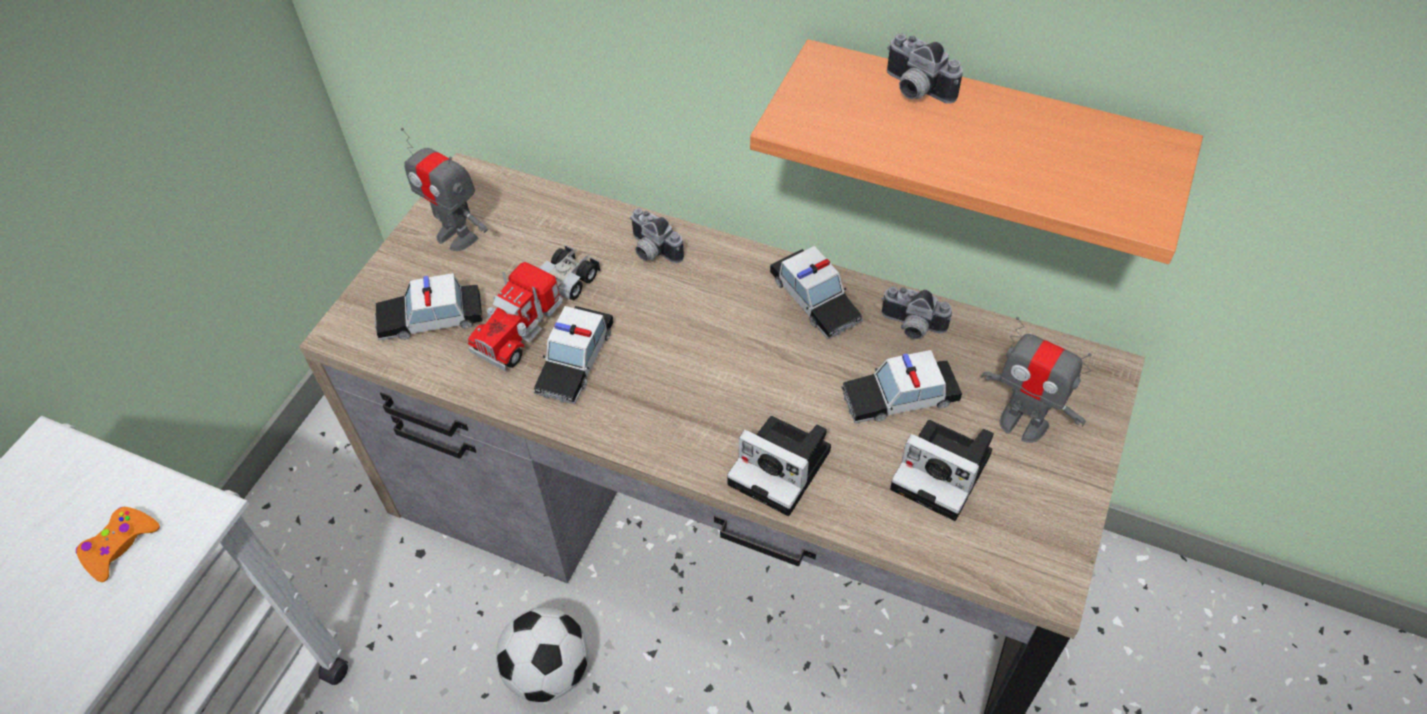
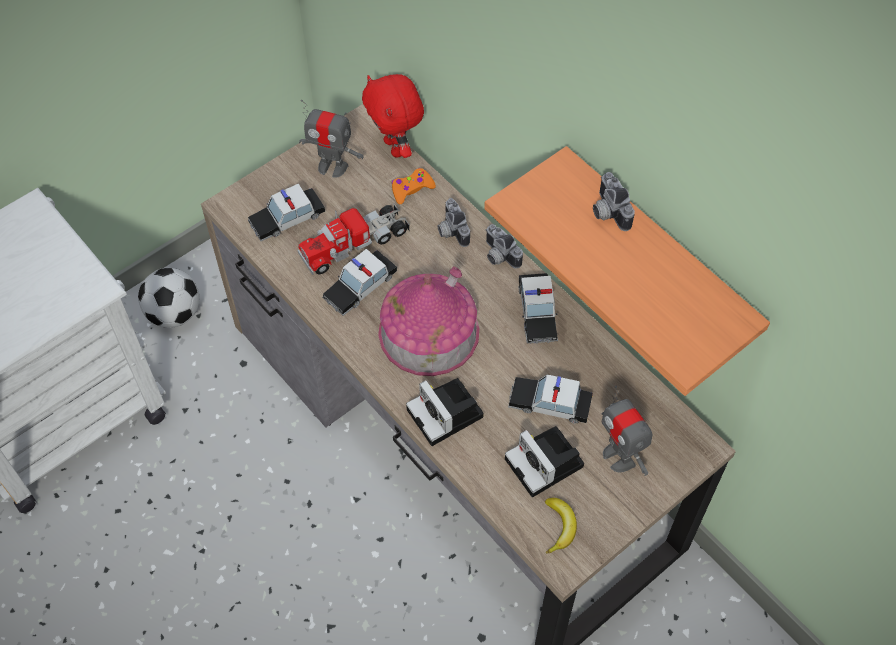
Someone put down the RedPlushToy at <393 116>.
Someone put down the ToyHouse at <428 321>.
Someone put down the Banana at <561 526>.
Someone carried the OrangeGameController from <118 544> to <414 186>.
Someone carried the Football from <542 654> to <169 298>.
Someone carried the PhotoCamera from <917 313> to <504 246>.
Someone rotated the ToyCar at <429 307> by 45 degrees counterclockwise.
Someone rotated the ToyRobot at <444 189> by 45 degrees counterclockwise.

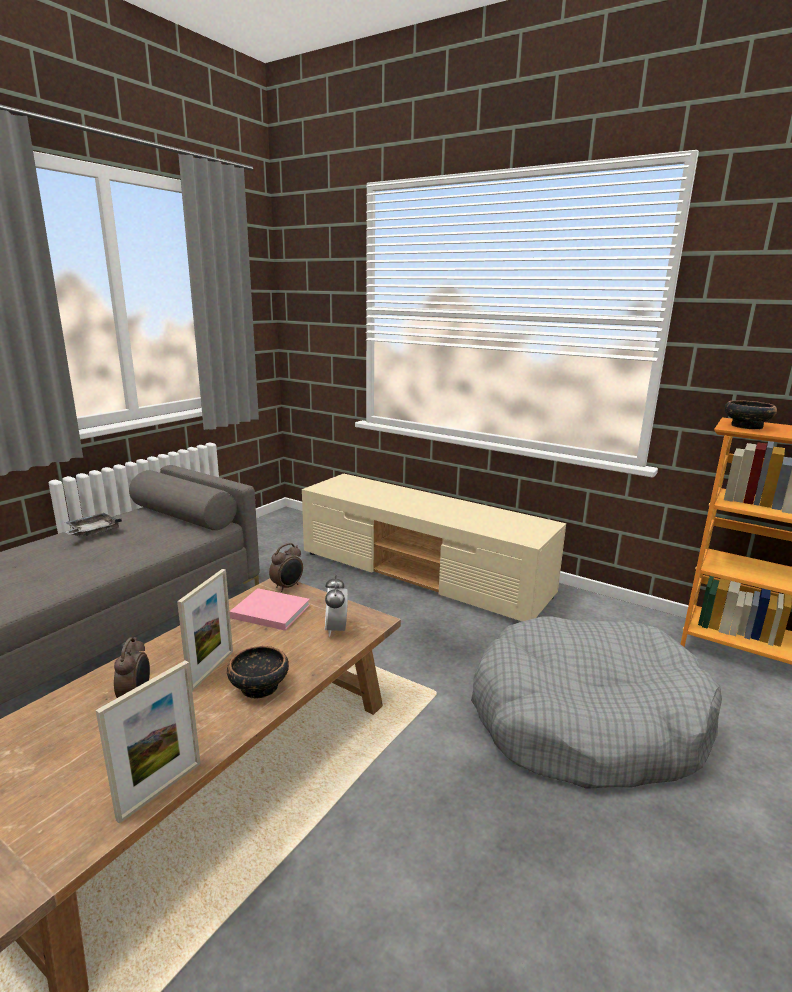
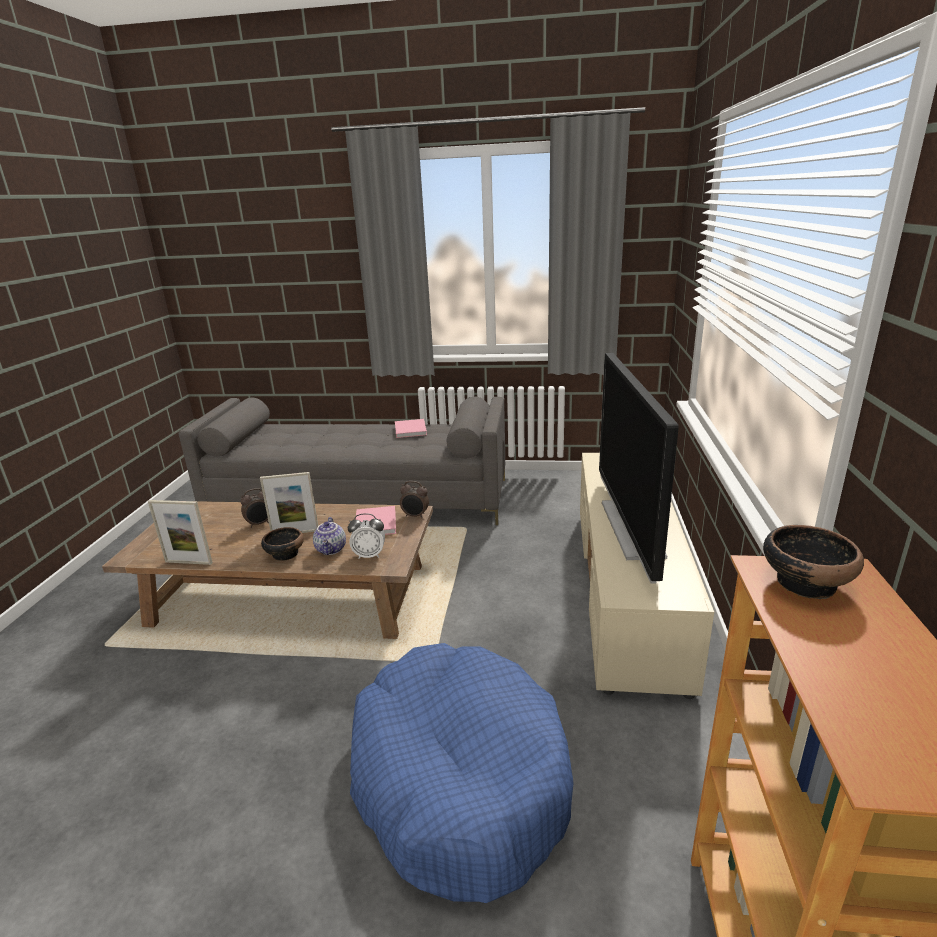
Someone put down the Teapot at <329 536>.
Someone put down the Television at <639 468>.
Someone swapped the GreyTray at <93 524> for the PinkBook at <411 428>.
Someone repainted the GreyDogBed at <596 702>, which became the BlueDogBed at <462 773>.
Someone rotated the AlarmClock at <336 606> by 150 degrees counterclockwise.

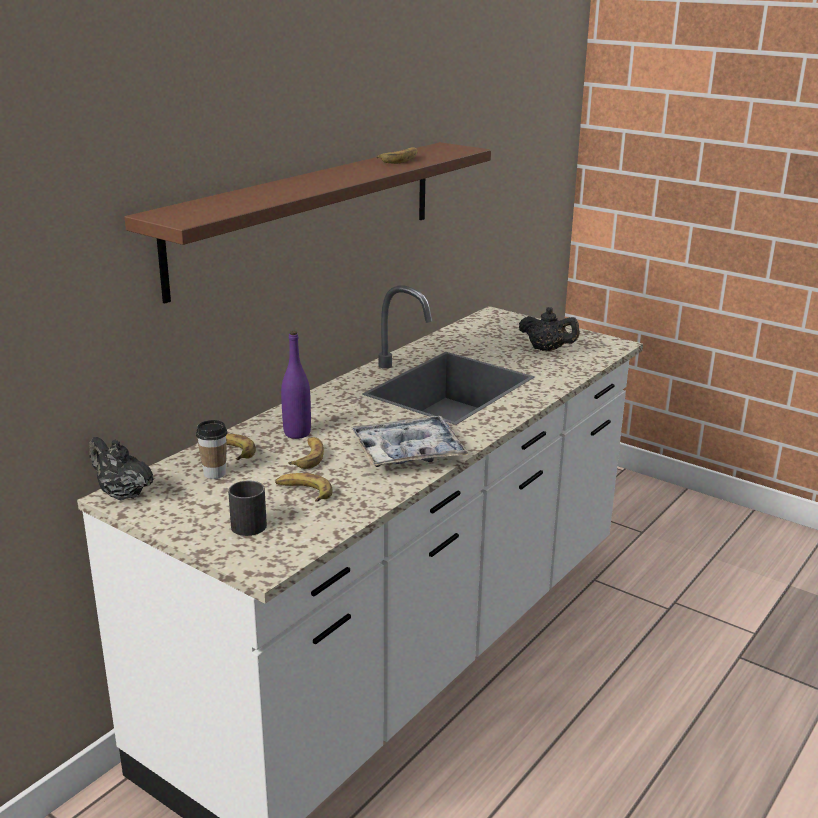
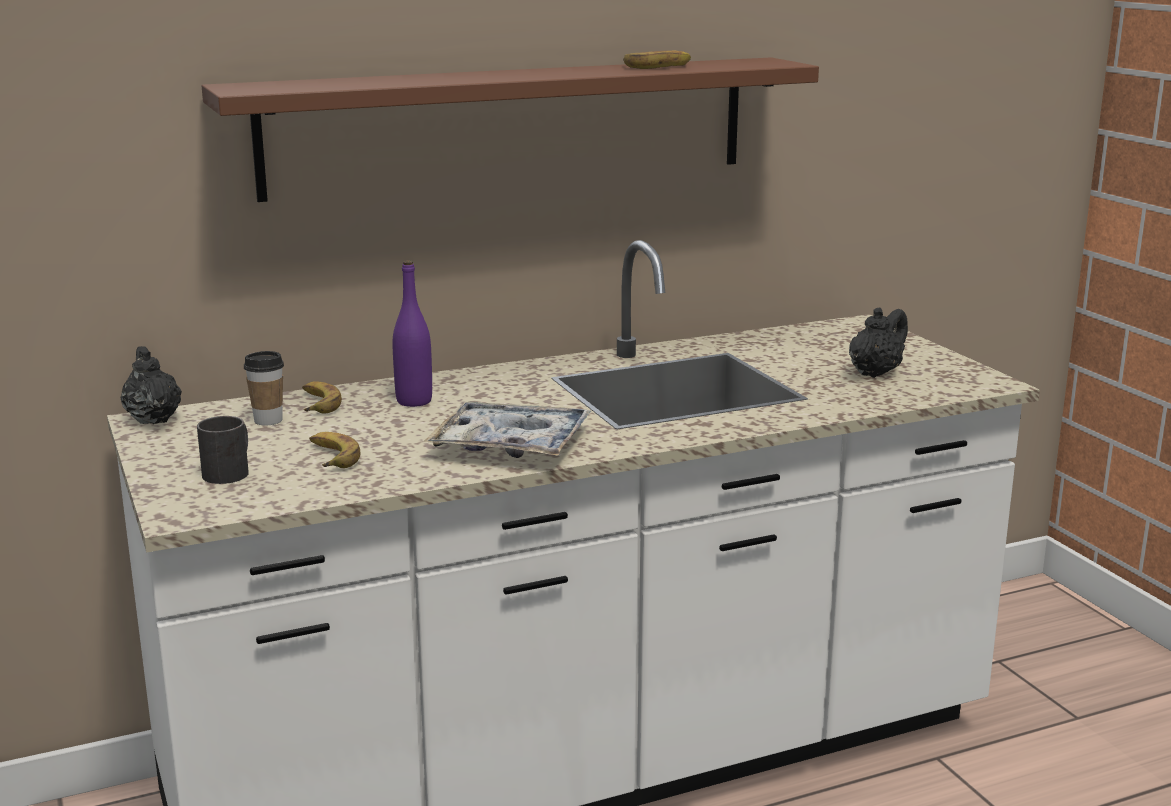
Someone took away the Banana at <306 453>.
Someone rotated the BlackTeapot at <549 329> by 105 degrees counterclockwise.

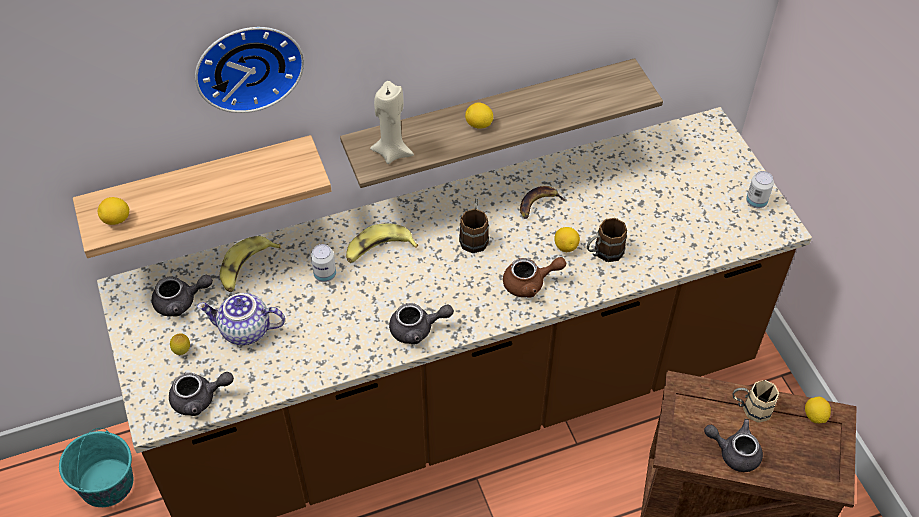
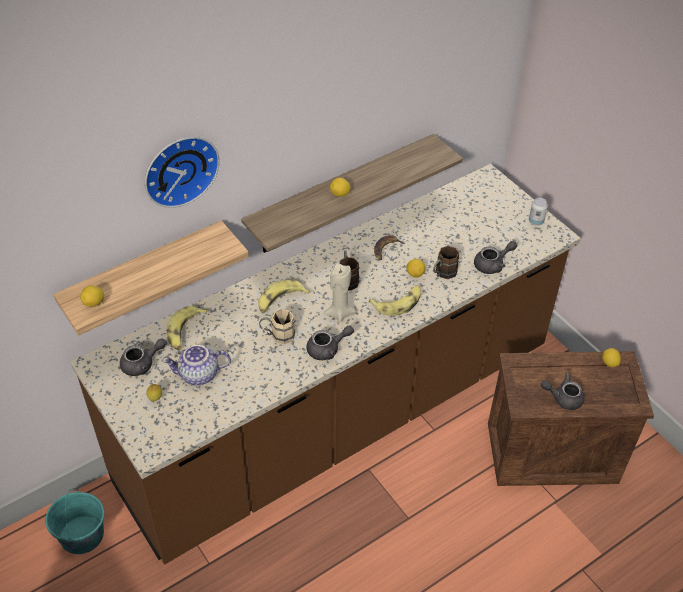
Someone took away the Can at <323 263>.
Someone carried the GreyTeapot from <201 394> to <495 257>.
Someone carried the BeigeCandle from <392 122> to <340 292>.
Someone carried the BeigeMug from <756 401> to <277 326>.
Someone swapped the BrownTeapot at <534 277> for the Banana at <395 300>.

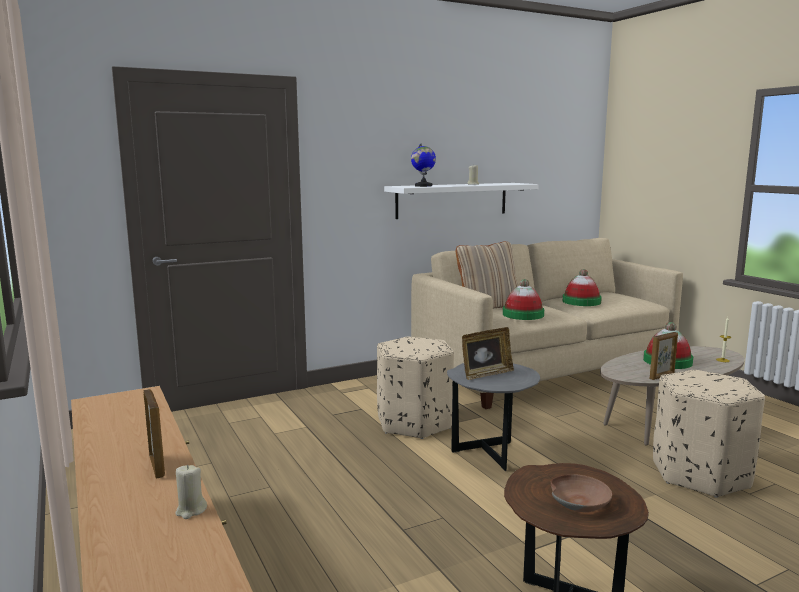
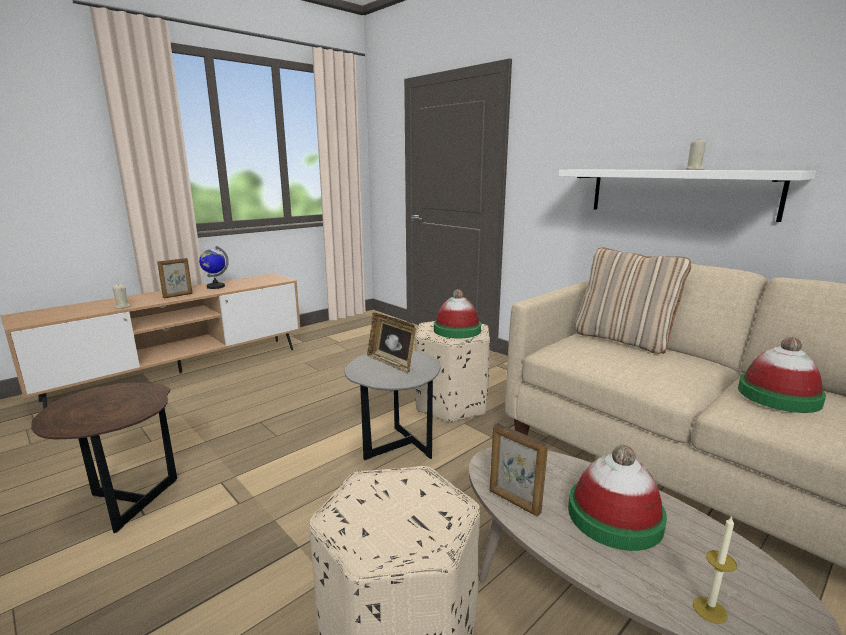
Someone took away the BrownBowl at <581 493>.
Someone carried the Globe from <423 165> to <214 267>.
Someone carried the Hat from <523 299> to <457 313>.

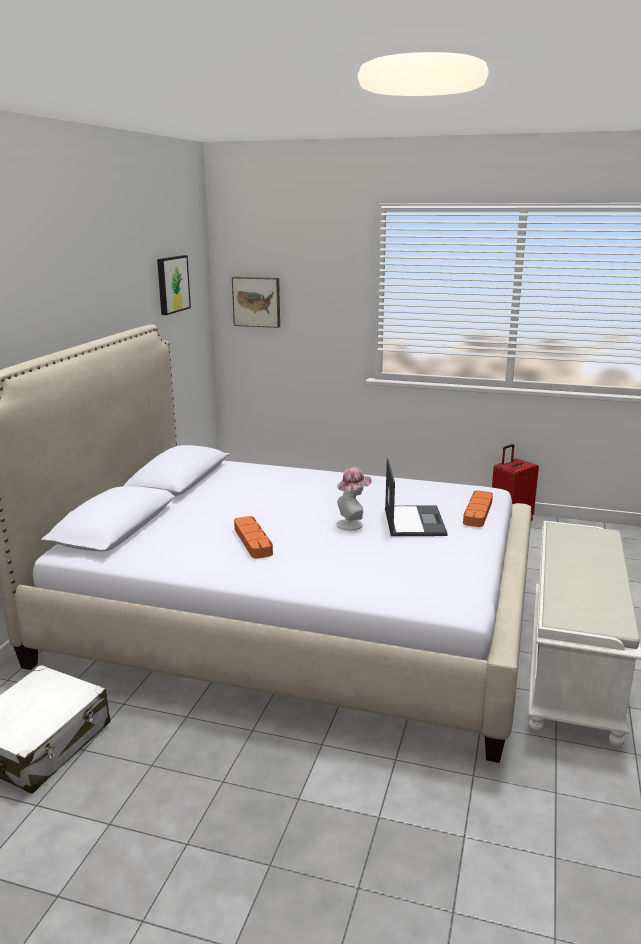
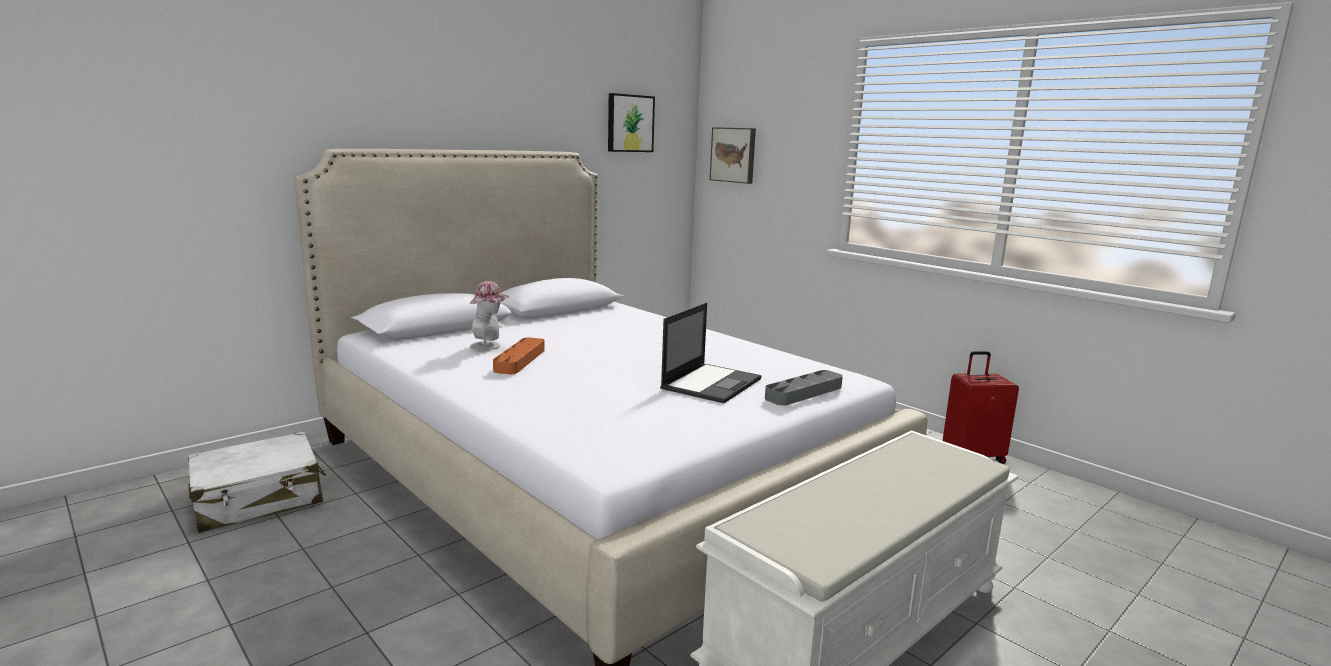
Someone carried the Hat from <354 498> to <489 315>.
Someone repainted the OrangeTray at <478 509>, which became the GreyTray at <804 388>.

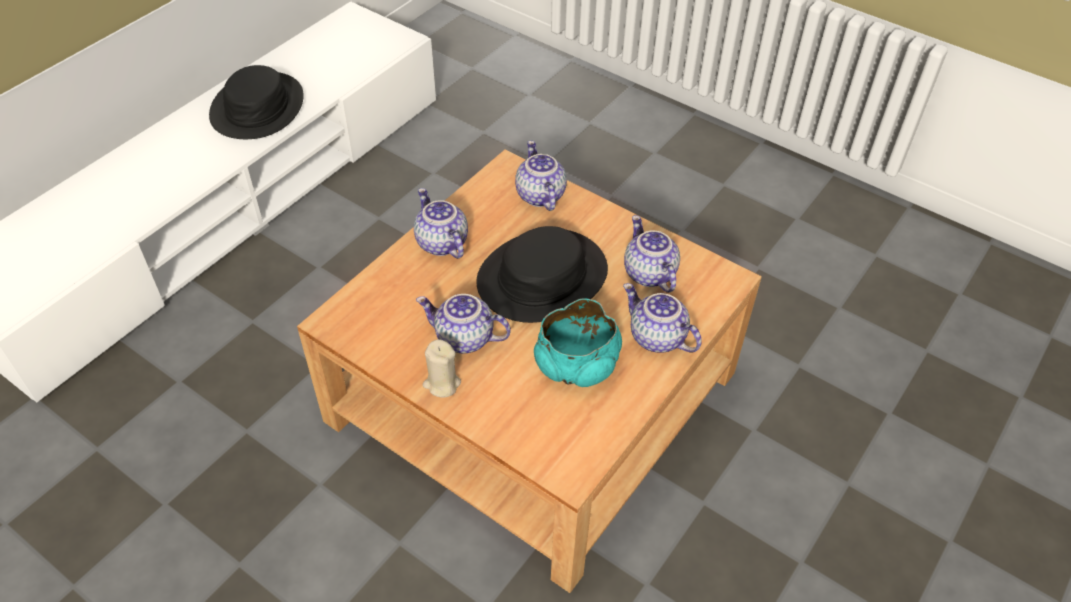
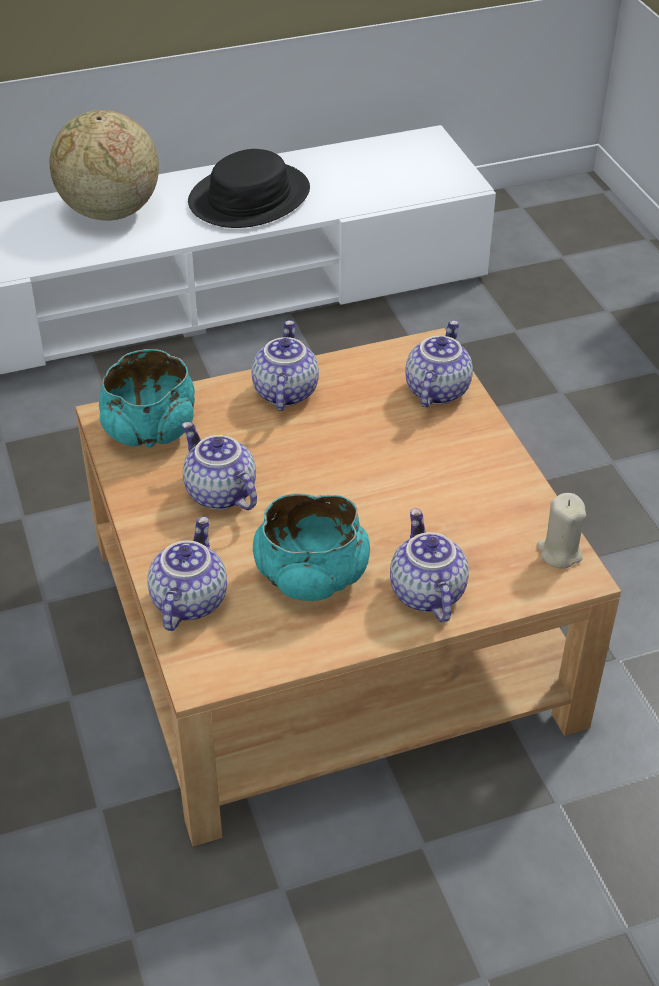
Someone took away the BlackHat at <542 274>.
Someone put down the Globe at <104 165>.
Someone put down the TurquoiseBowl at <147 398>.
Someone carried the BeigeCandle from <442 368> to <561 531>.
Someone carried the Teapot from <652 254> to <187 574>.

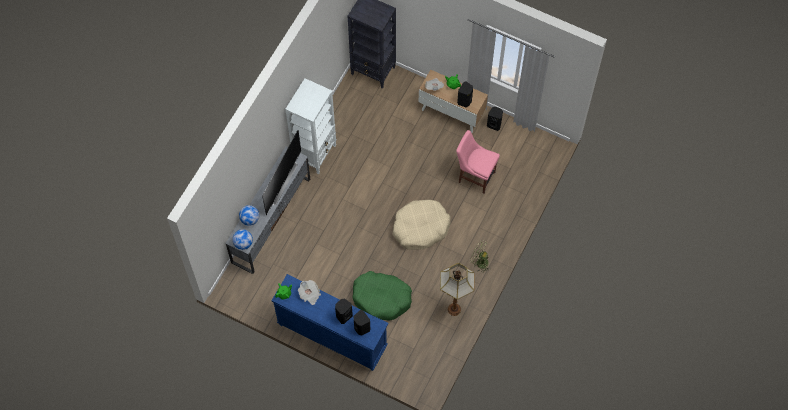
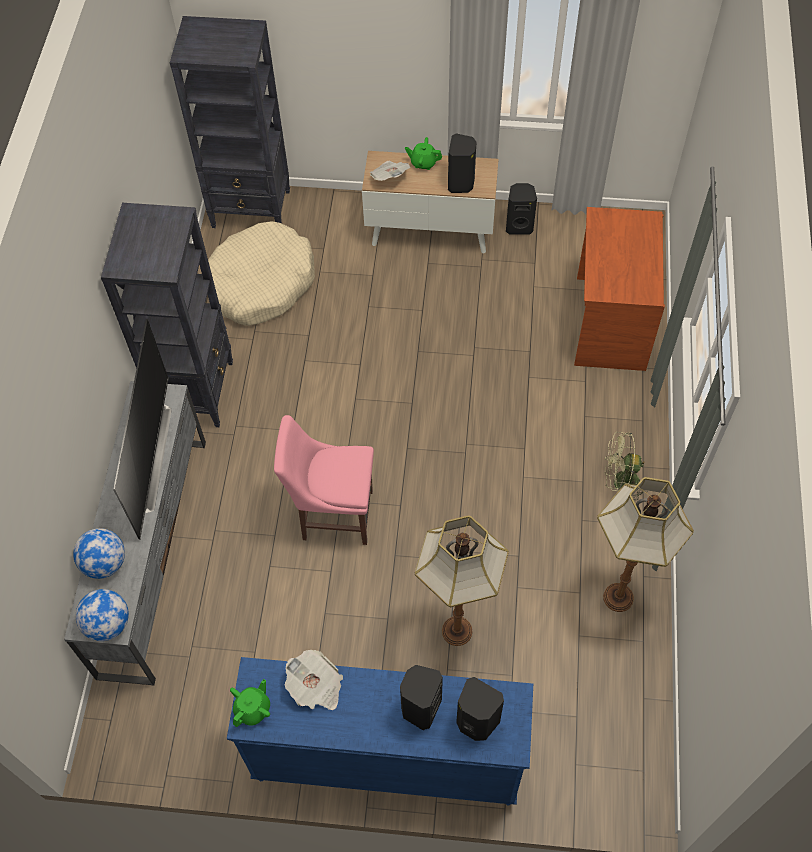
Someone put down the BrownDesk at <619 289>.
Someone carried the BeigeDogBed from <422 225> to <261 273>.
Someone carried the PinkChair from <478 162> to <324 480>.
Someone swapped the GreenDogBed at <382 296> for the FloorLamp at <462 580>.
Someone repainted the WhiteBookcase at <310 126>, which became the BlackBookcase at <167 315>.

